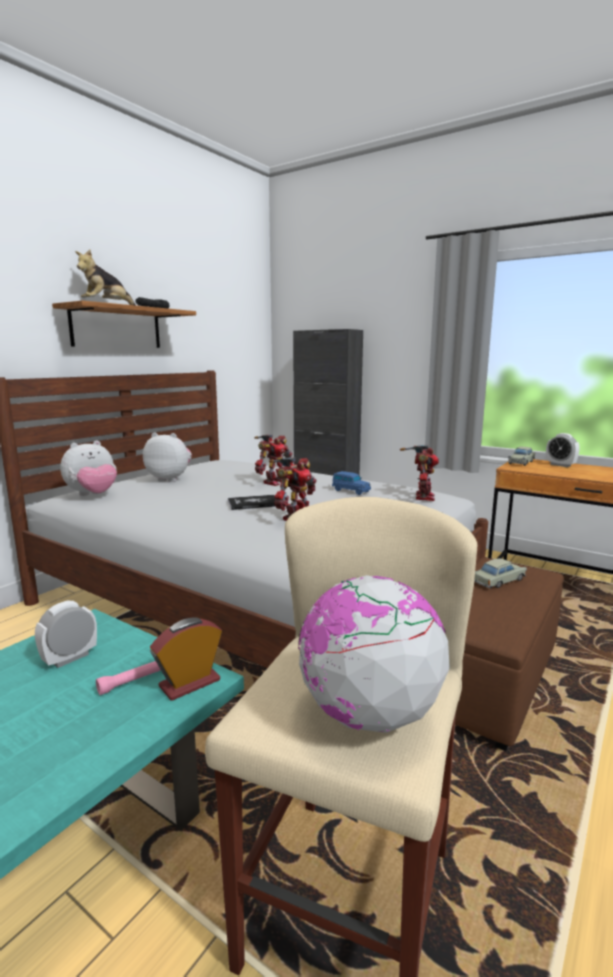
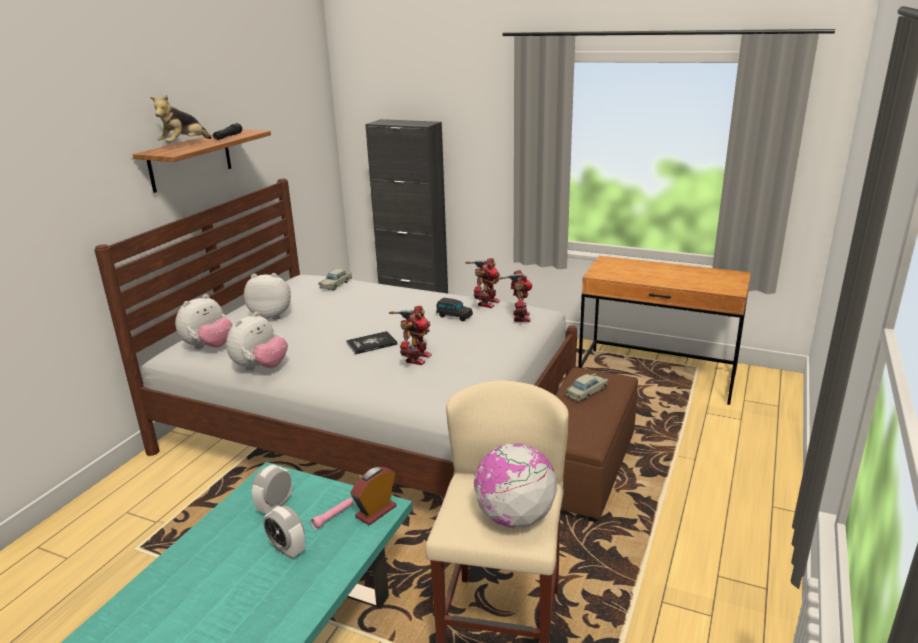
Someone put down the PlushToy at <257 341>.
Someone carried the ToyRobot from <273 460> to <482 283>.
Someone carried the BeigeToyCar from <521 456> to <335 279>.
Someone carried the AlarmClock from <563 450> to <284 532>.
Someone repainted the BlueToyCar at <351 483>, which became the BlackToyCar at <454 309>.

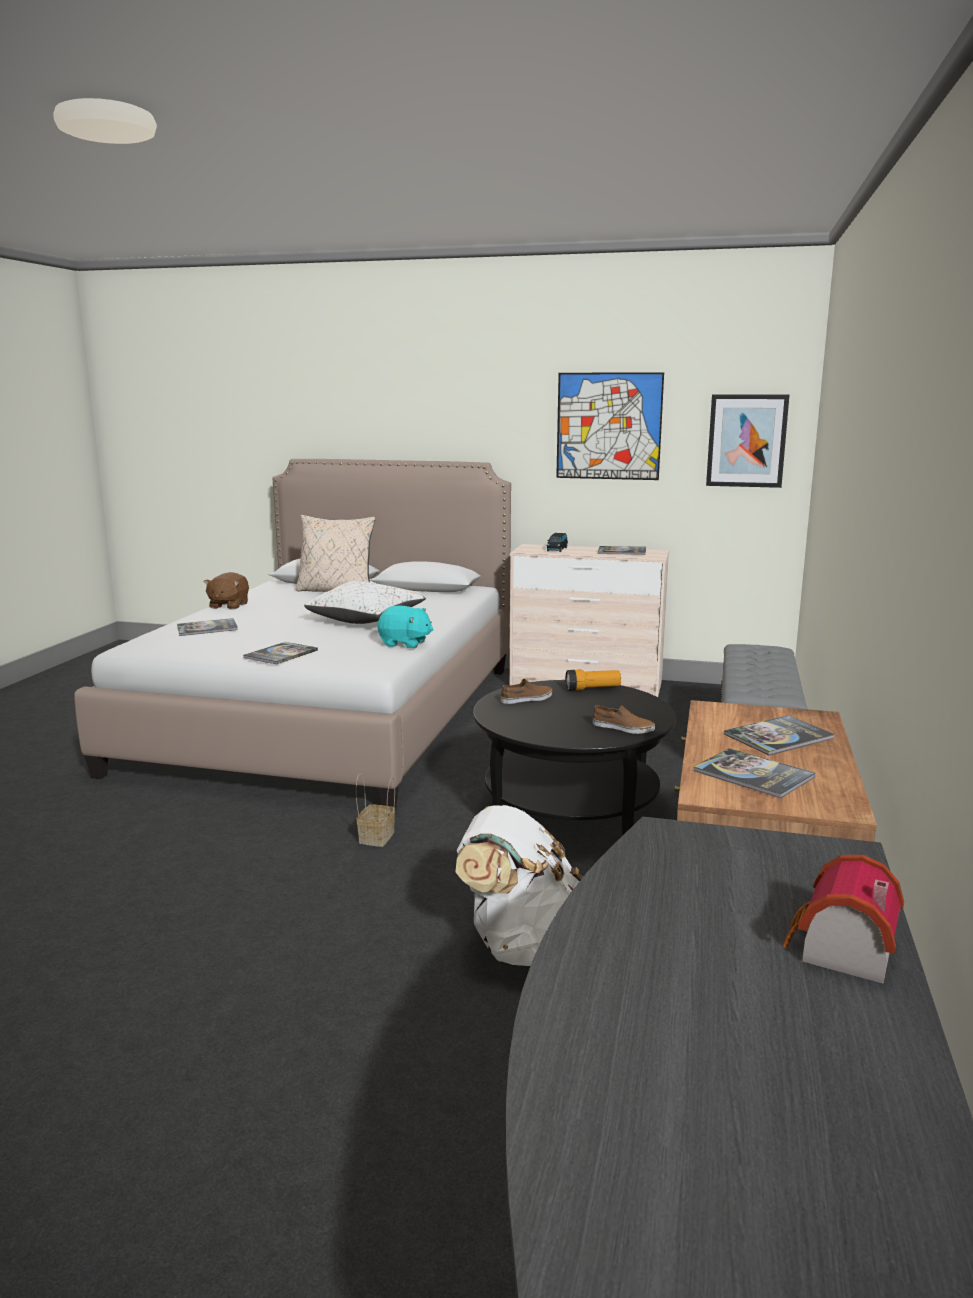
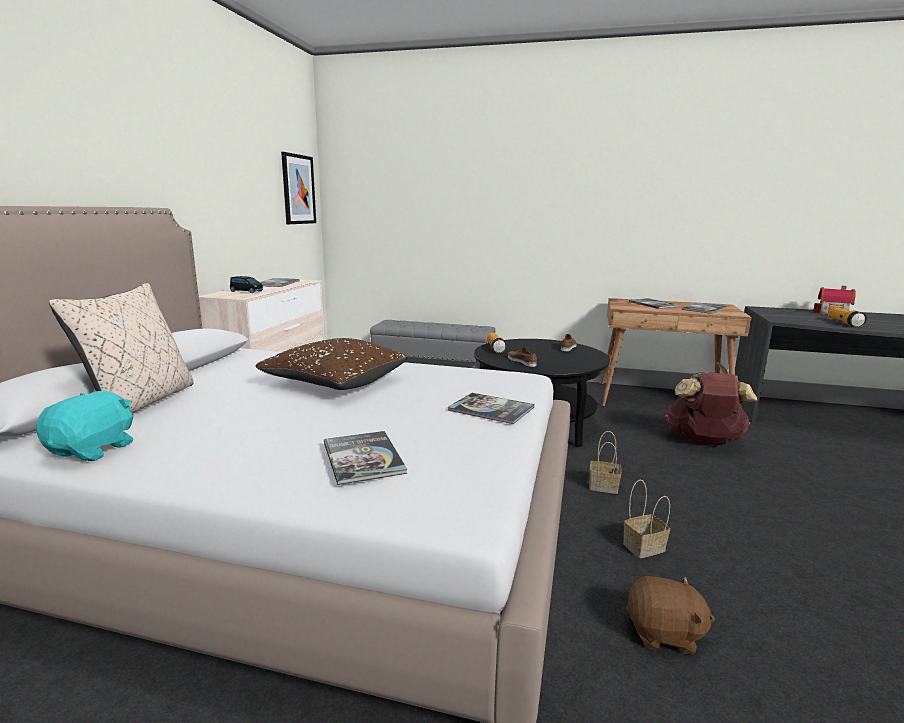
Someone took away the Picture at <610 426>.
Someone put down the Basket at <646 519>.
Someone put down the Flashlight at <848 317>.
Someone carried the BrownPlushToy from <226 590> to <670 615>.
Someone carried the TurquoisePlushToy from <405 627> to <84 426>.
Someone repainted the WhitePillow at <365 602>, which became the BrownPillow at <331 364>.
Someone repainted the WhiteBackpack at <519 885>, which became the BrownBackpack at <711 408>.

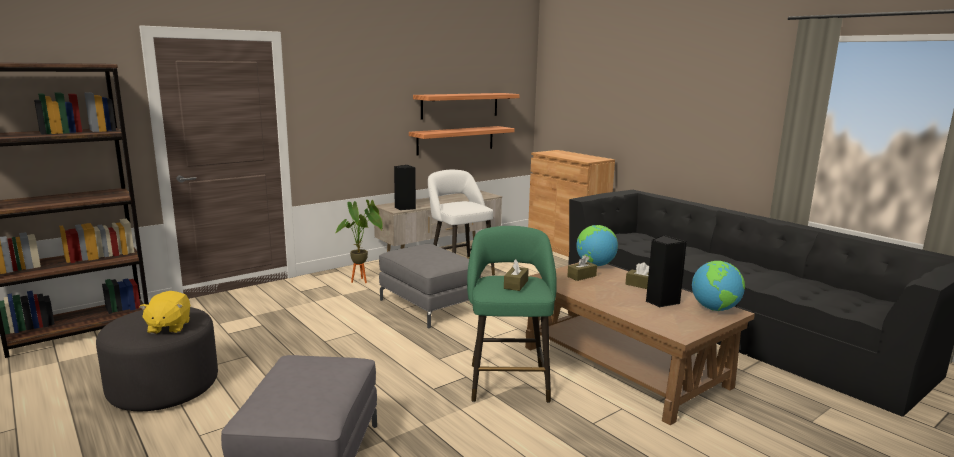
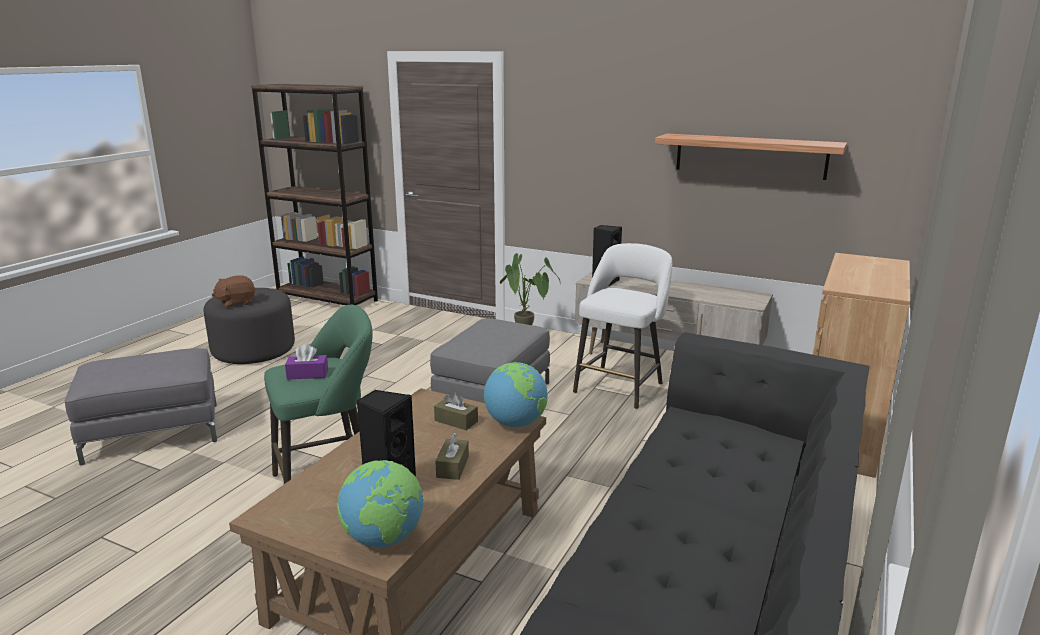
Someone took away the Shelf at <462 141>.
Someone repainted the YellowPlushToy at <164 312>, which became the BrownPlushToy at <233 291>.
Someone repainted the BrownTissueBox at <516 275>, which became the PurpleTissueBox at <306 361>.

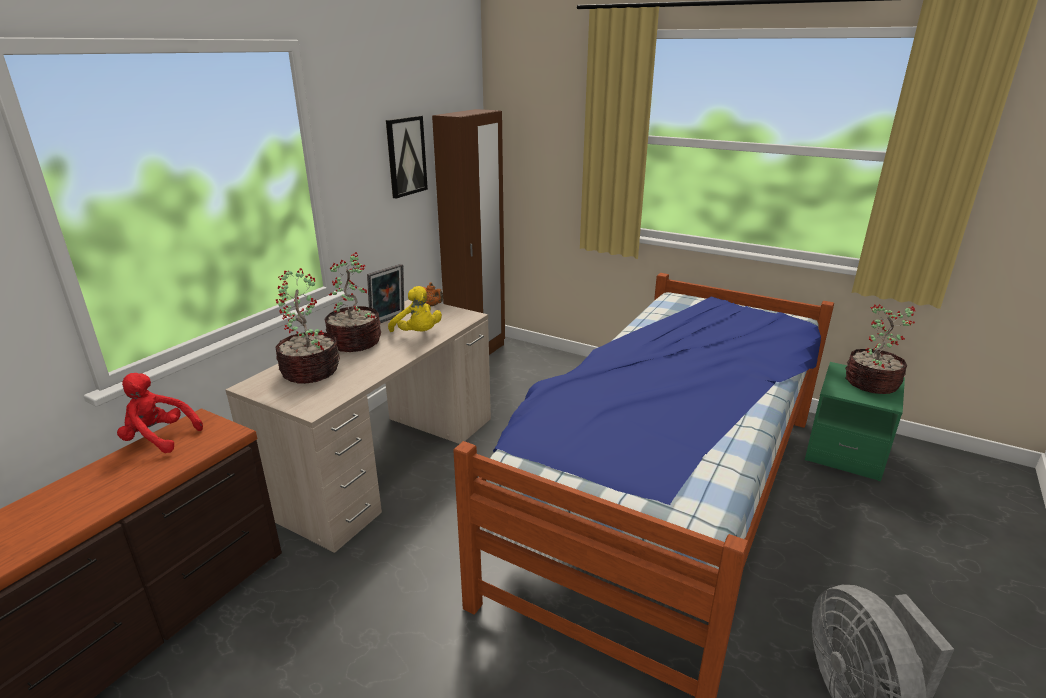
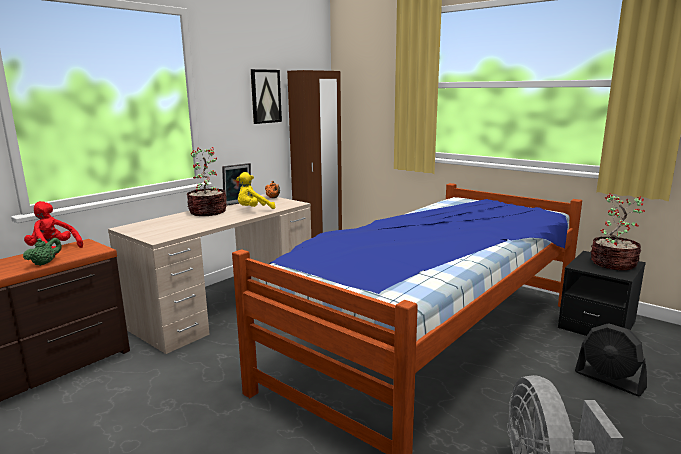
Someone took away the PottedPlant at <308 326>.
Someone put down the GreenTeapot at <42 252>.
Someone put down the BlackFan at <611 359>.
Someone repainted the GreenNightstand at <855 421>, which became the BlackNightstand at <602 293>.
Someone rotated the YellowPlushToy at <415 309> by 90 degrees clockwise.

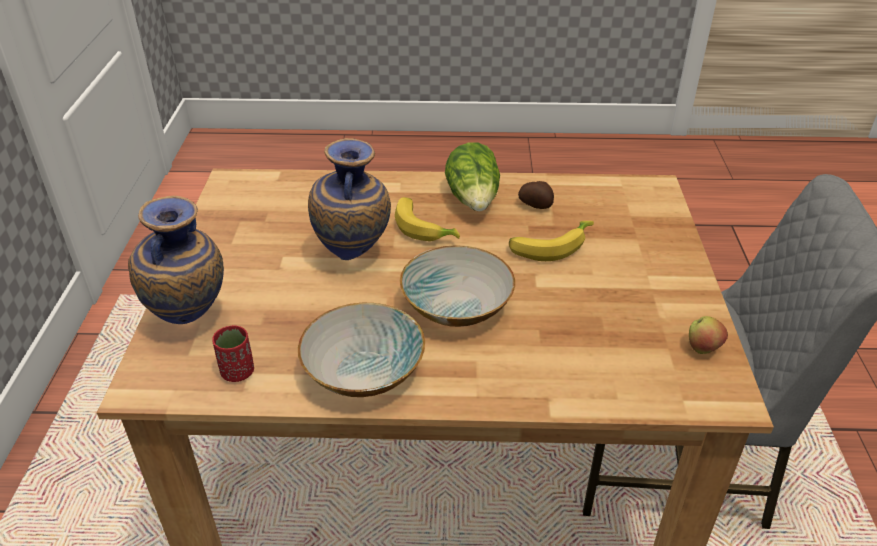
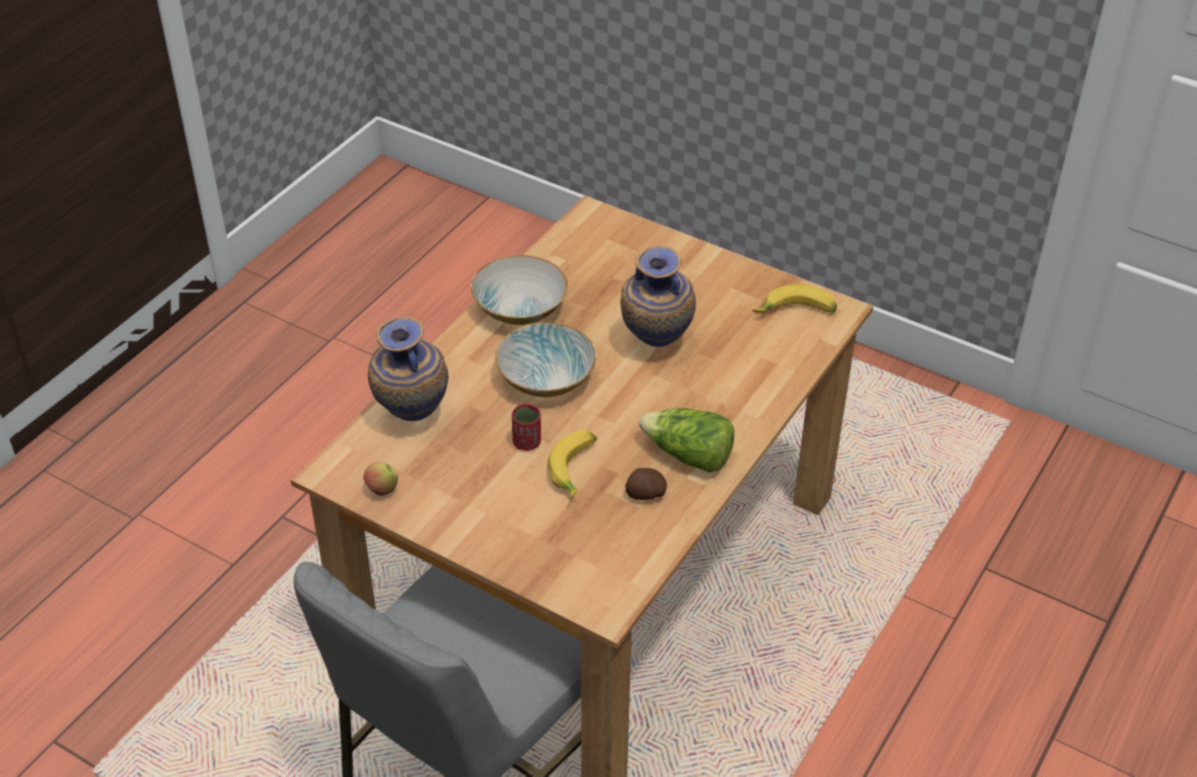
Someone carried the Vase from <176 260> to <408 368>.
Someone carried the RedCup from <233 353> to <526 427>.
Someone carried the Banana from <427 219> to <794 298>.

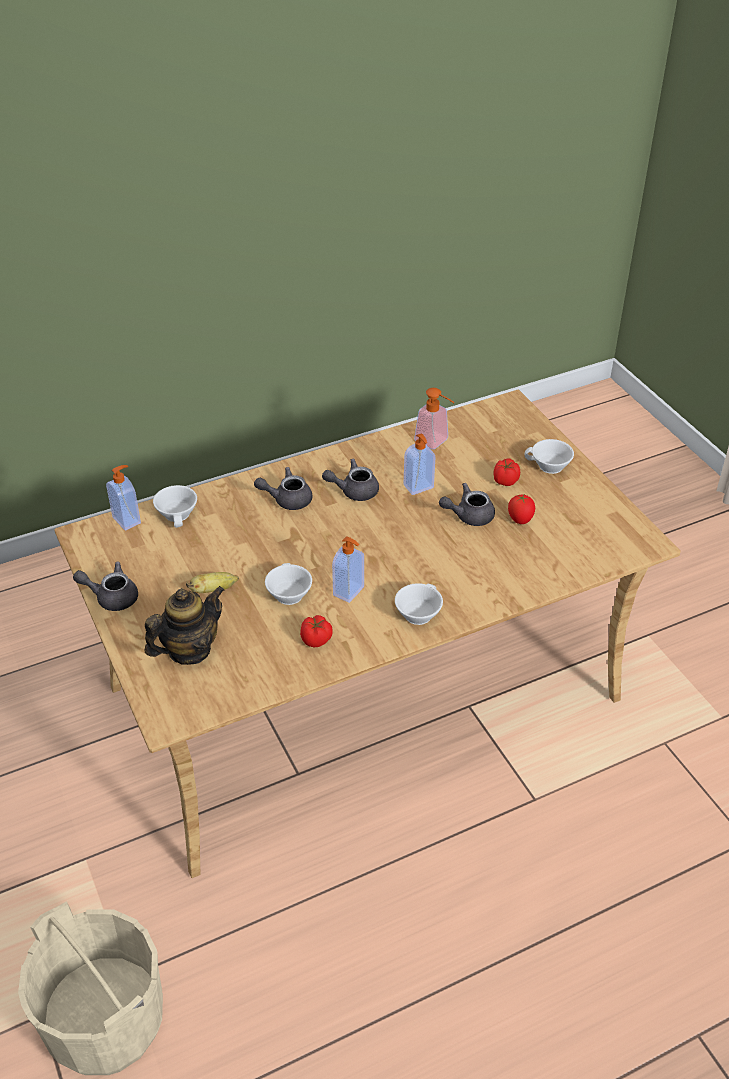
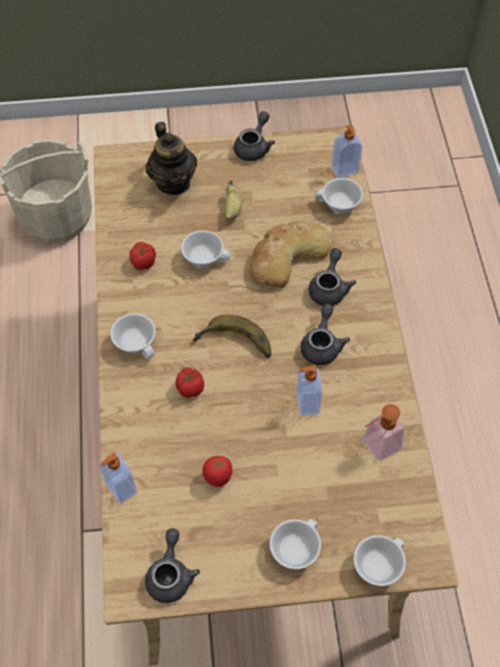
Someone put down the Banana at <232 336>.
Someone put down the Bread at <291 254>.
Someone put down the WhiteCup at <380 560>.
Someone carried the SoapDispenser from <348 570> to <118 478>.
Someone carried the GreyTeapot from <467 504> to <172 565>.
Someone carried the Tomato from <506 472> to <190 382>.

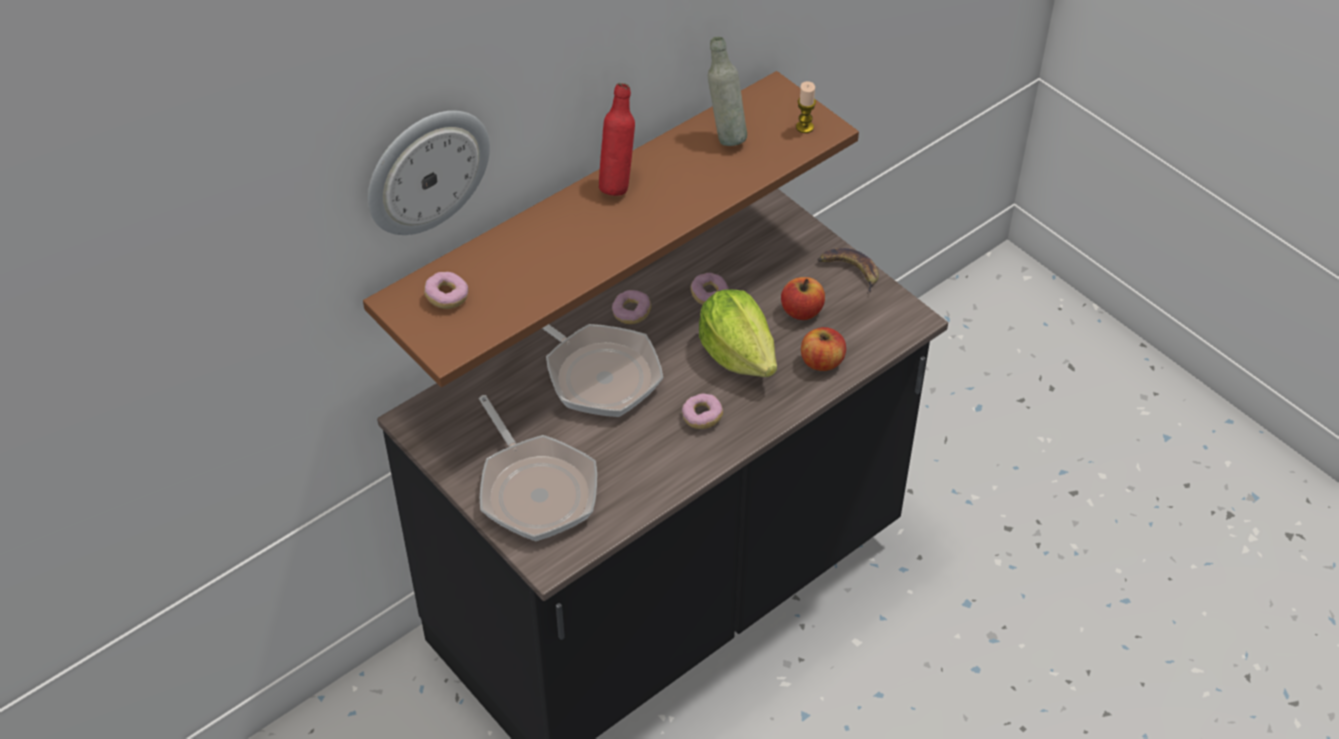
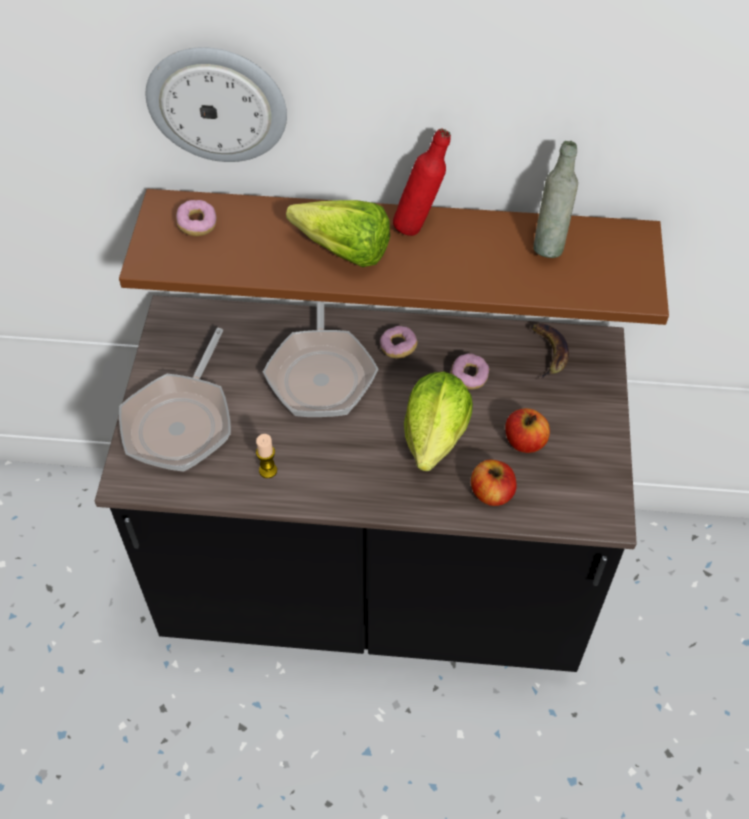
Someone took away the Donut at <702 411>.
Someone put down the Lettuce at <338 233>.
Someone carried the Candle from <806 107> to <266 456>.
Someone carried the Banana from <848 271> to <550 351>.

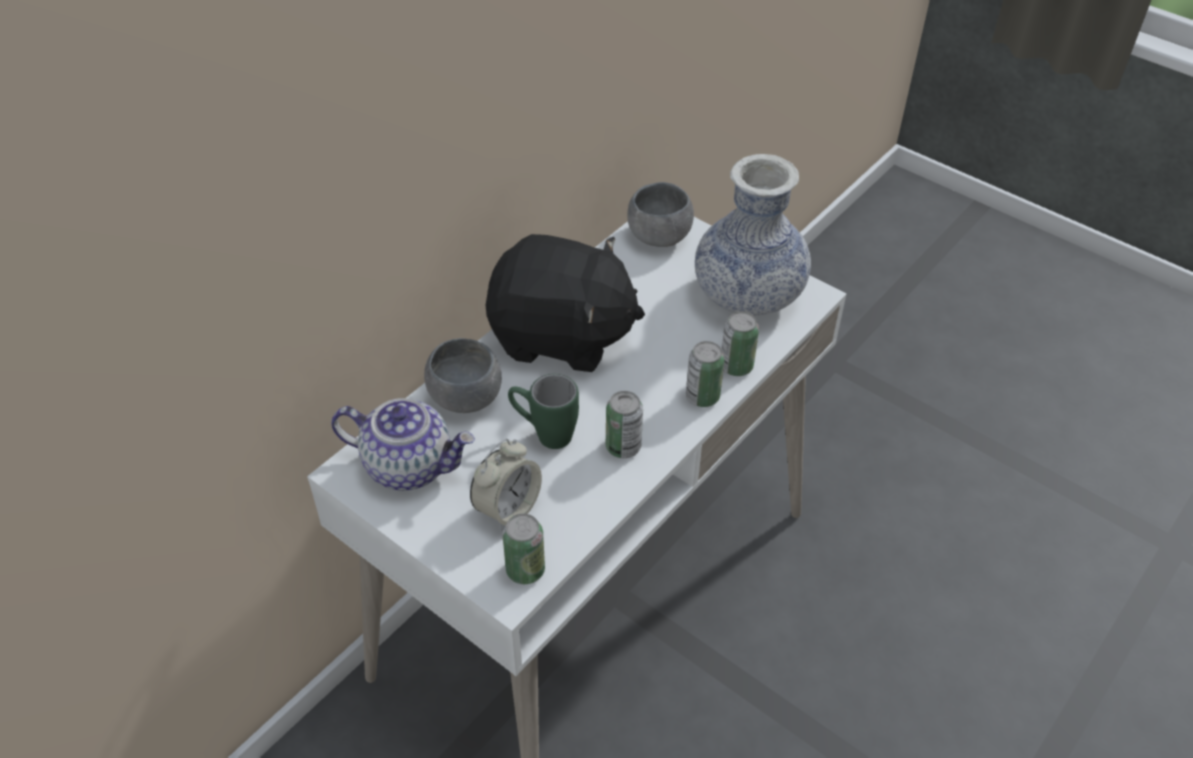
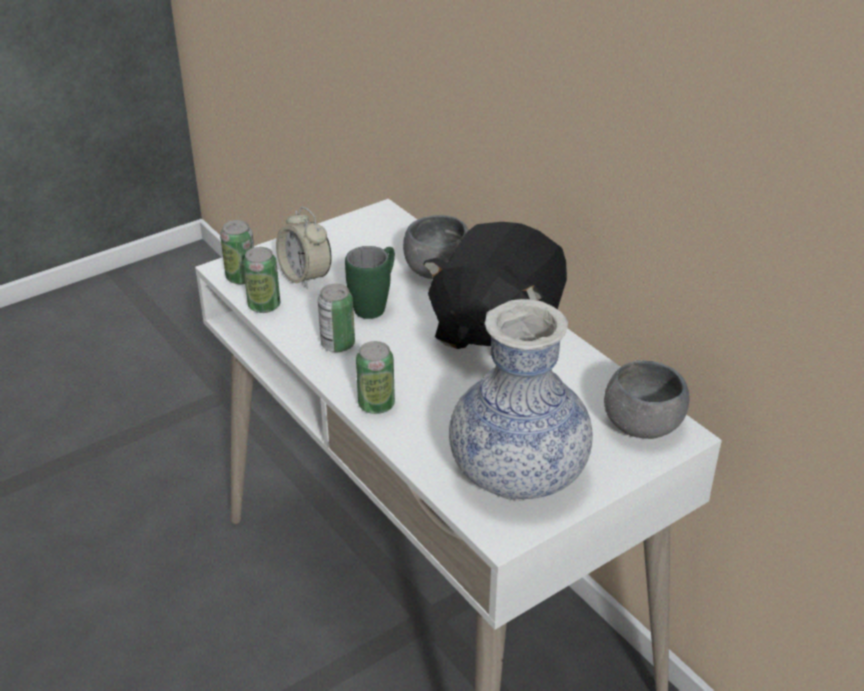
Someone took away the Teapot at <403 444>.
Someone carried the Can from <740 343> to <261 280>.

